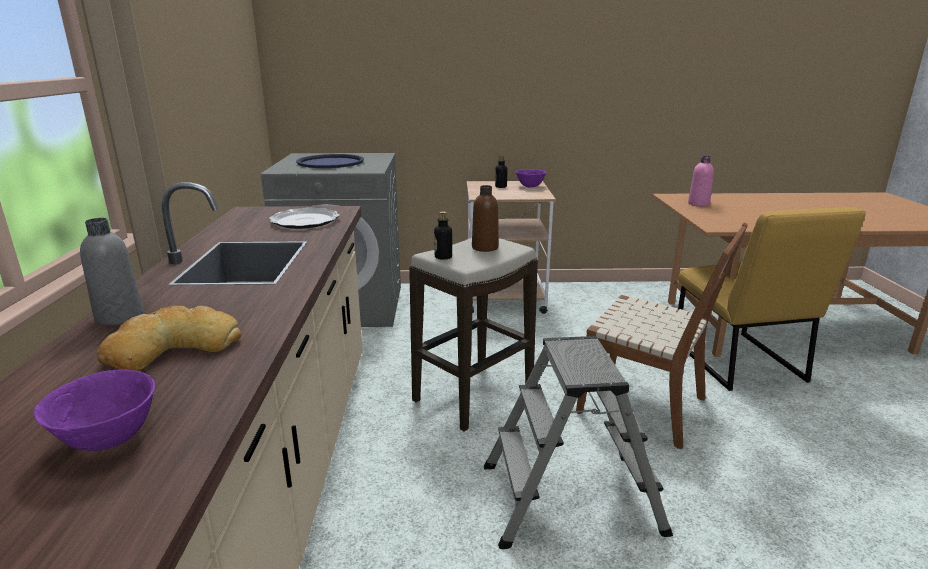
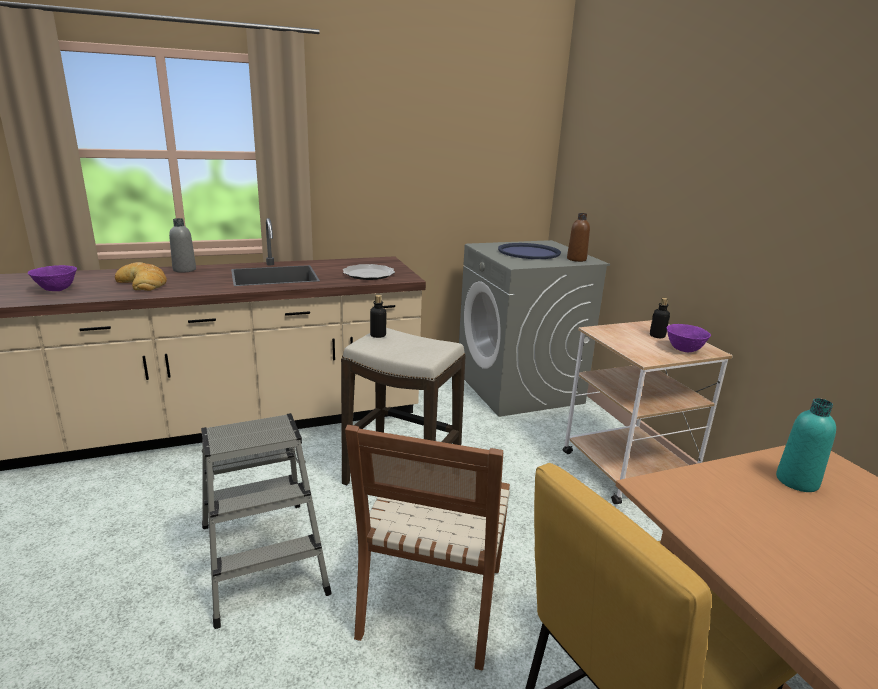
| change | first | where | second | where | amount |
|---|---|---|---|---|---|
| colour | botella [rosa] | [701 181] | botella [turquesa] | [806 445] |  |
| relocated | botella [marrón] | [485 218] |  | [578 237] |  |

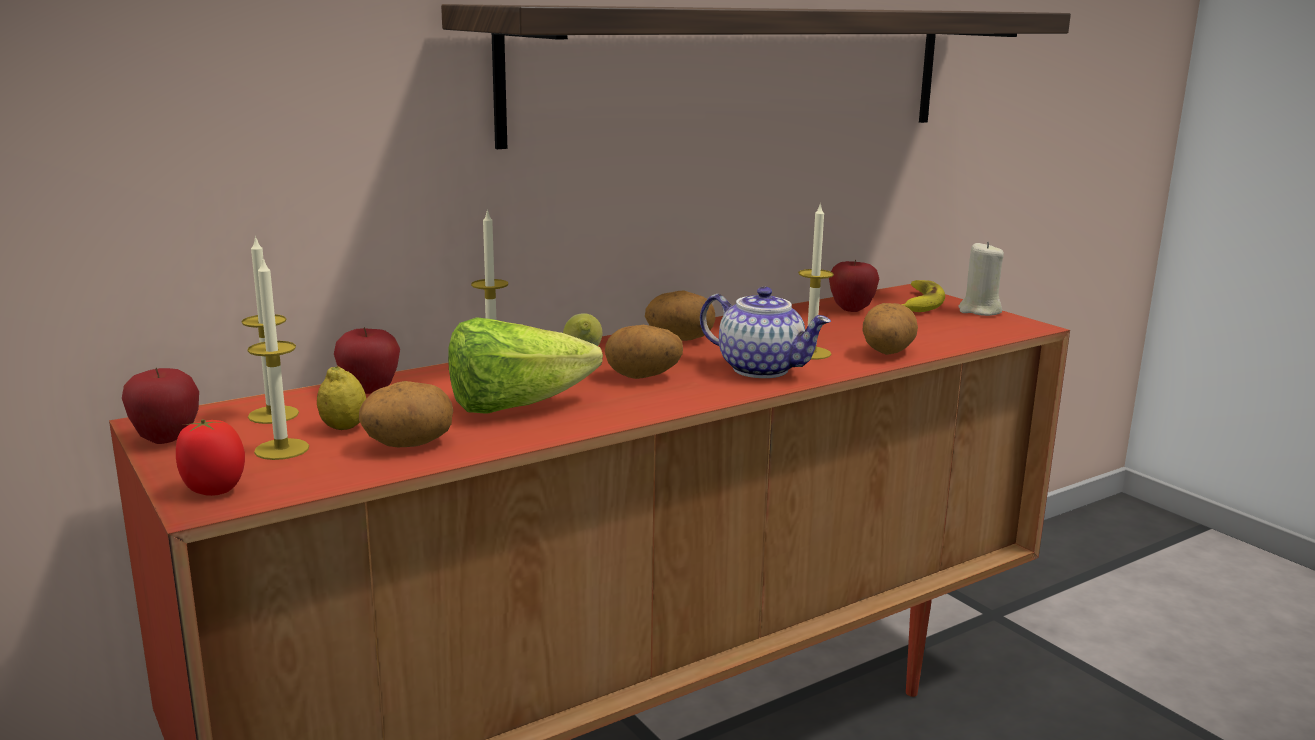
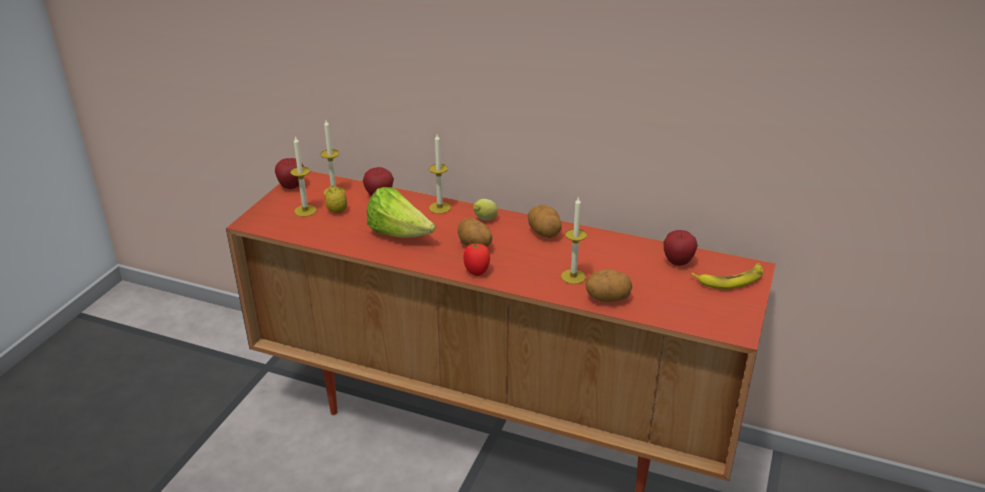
| change | first | where | second | where | amount |
|---|---|---|---|---|---|
| missing | estante | [756 76] |  |  |  |
| missing | vela [beis] | [981 278] |  |  |  |
| missing | tetera | [765 332] |  |  |  |
| missing | patata | [406 414] |  |  |  |
| relocated | tomate | [210 457] |  | [477 259] |  |

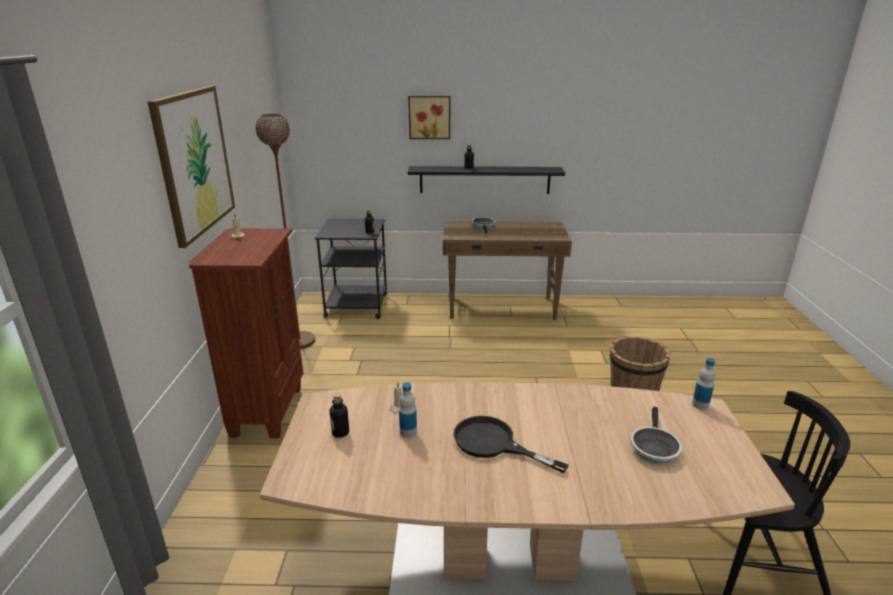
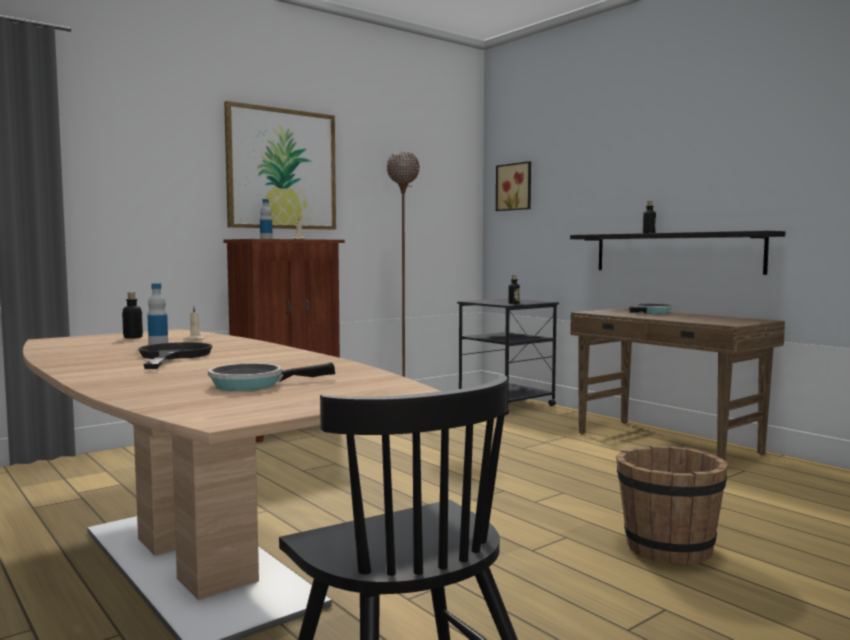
| change | first | where | second | where | amount |
|---|---|---|---|---|---|
| relocated | cuadro | [429 117] |  | [513 186] |  |
| relocated | botella | [704 384] |  | [266 219] |  |

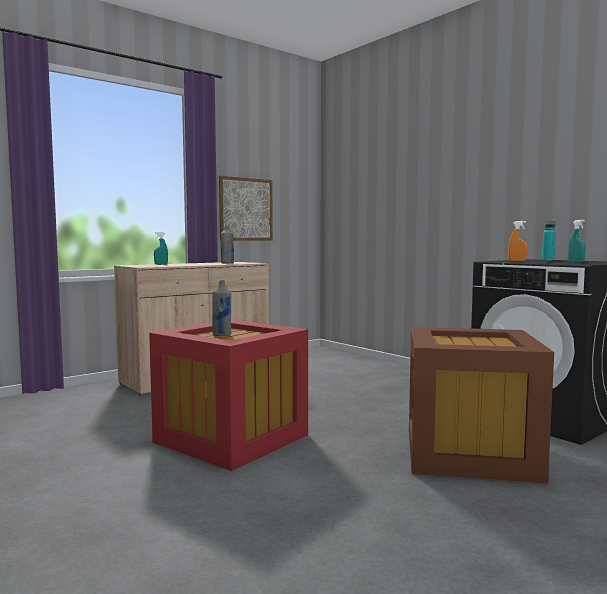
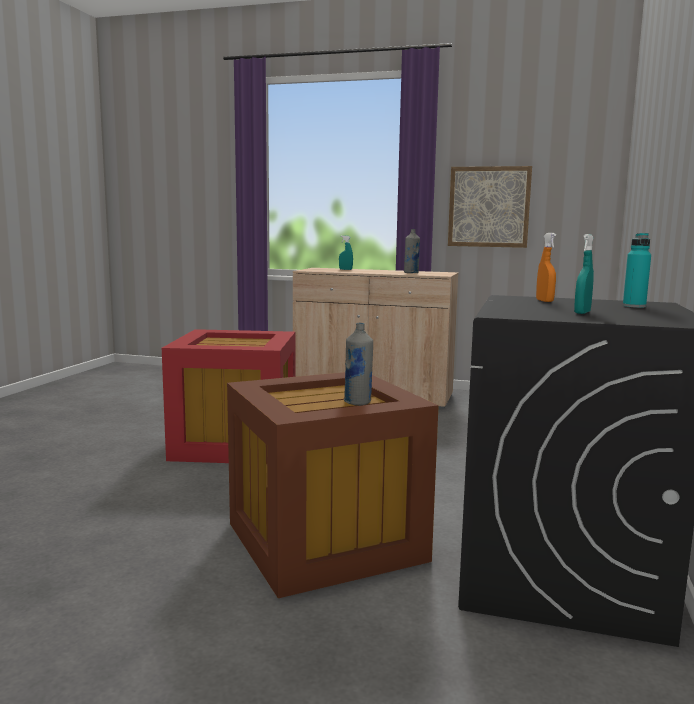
| change | first | where | second | where | amount |
|---|---|---|---|---|---|
| relocated | botella [gris] | [221 308] |  | [358 364] |  |

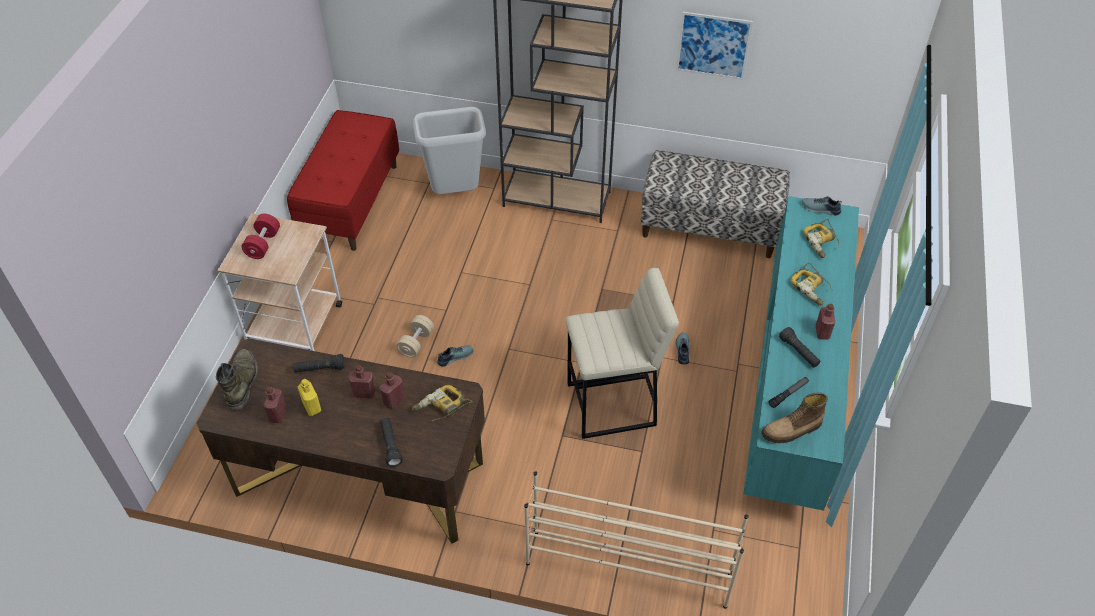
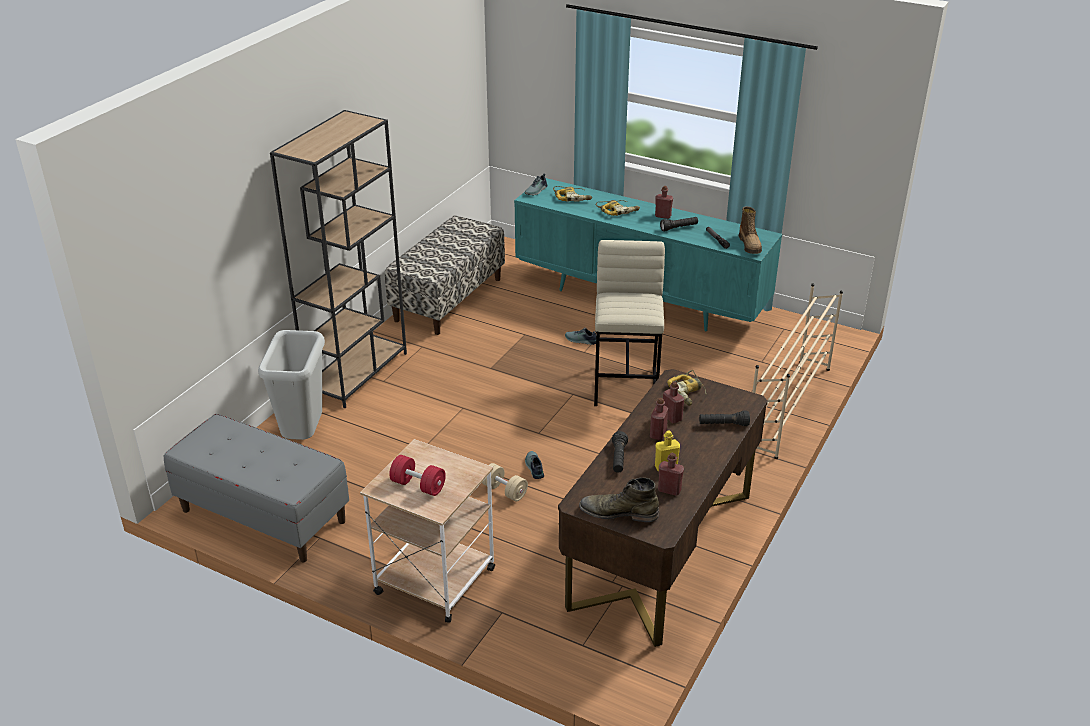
| change | first | where | second | where | amount |
|---|---|---|---|---|---|
| missing | cuadro | [714 46] |  |  |  |
| colour | banco [rojo] | [343 180] | banco [gris] | [256 488] |  |

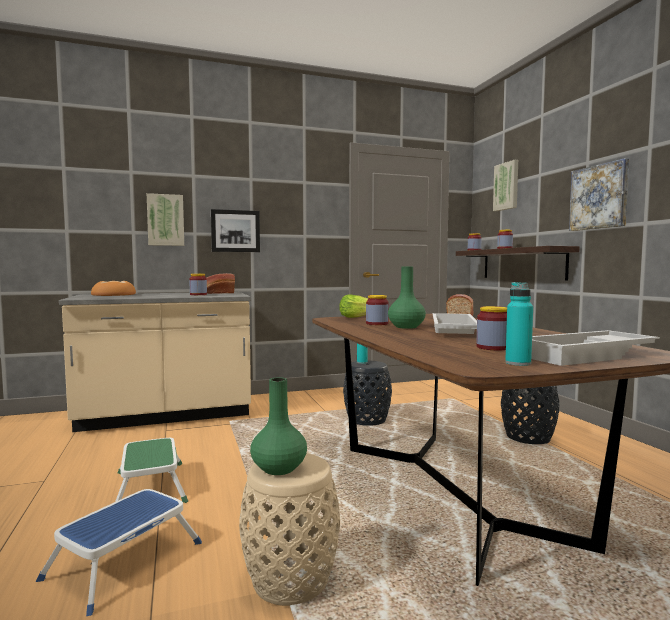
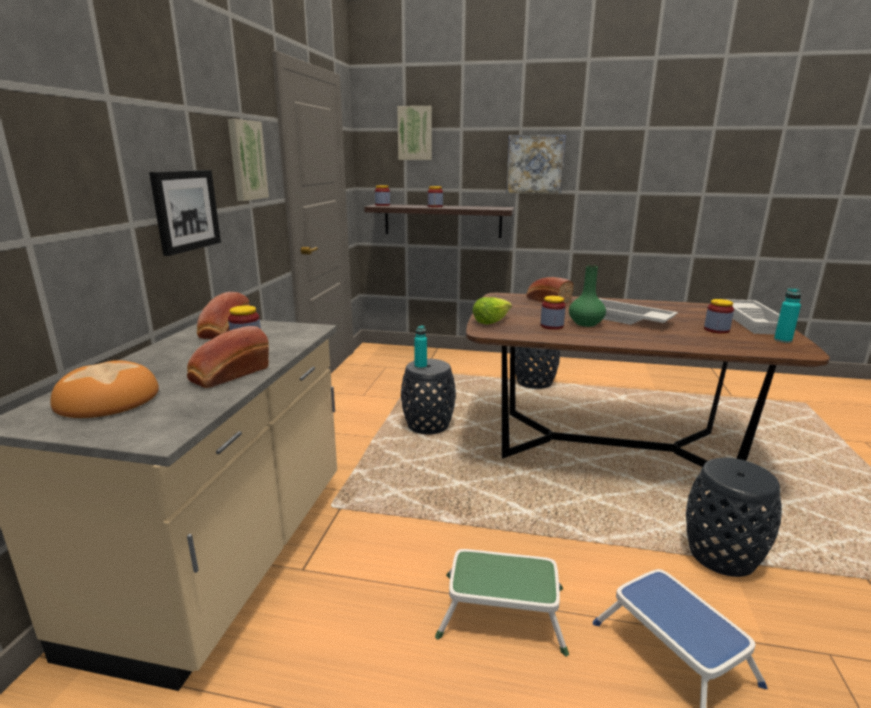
| change | first | where | second | where | amount |
|---|---|---|---|---|---|
| relocated | cuadro | [165 219] |  | [248 160] |  |
| missing | florero [verde] | [278 426] |  |  |  |
| colour | taburete [beis] | [289 529] | taburete [negro] | [734 517] |  |
| appeared |  |  | pan | [228 357] |  |

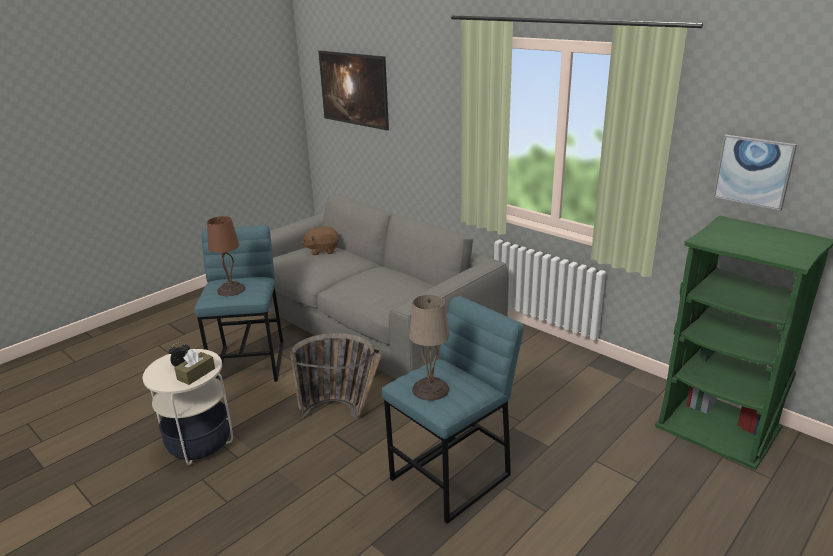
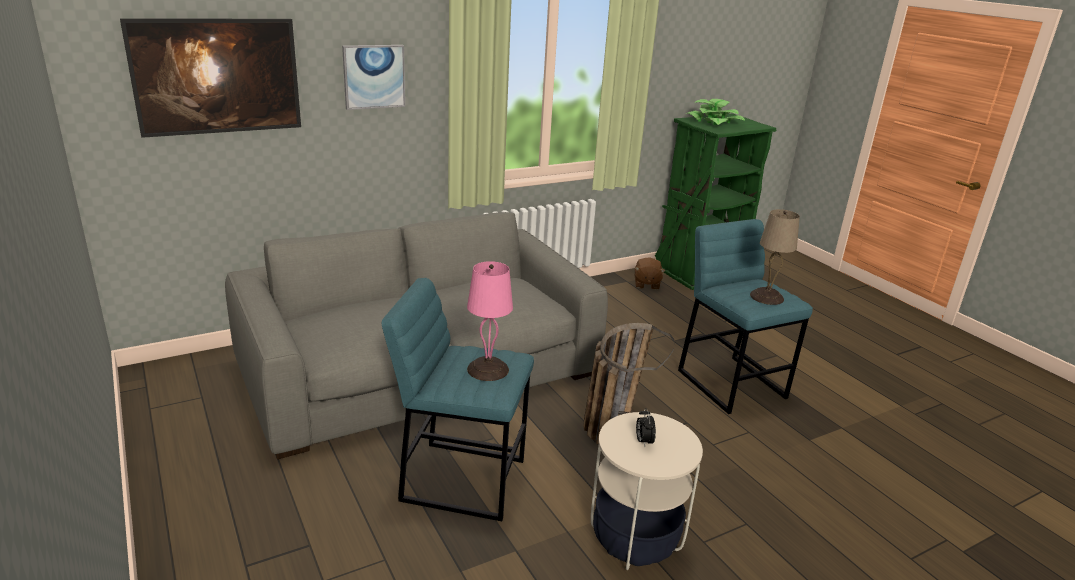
| change | first | where | second | where | amount |
|---|---|---|---|---|---|
| relocated | cuadro | [755 173] |  | [373 77] |  |
| colour | lámpara de mesa [marrón] | [226 256] | lámpara de mesa [rosa] | [490 321] |  |
| relocated | peluche [marrón] | [320 240] |  | [650 273] |  |
| missing | caja de pañuelos [marrón] | [194 367] |  |  |  |
| appeared |  |  | planta en maceta | [715 112] |  |

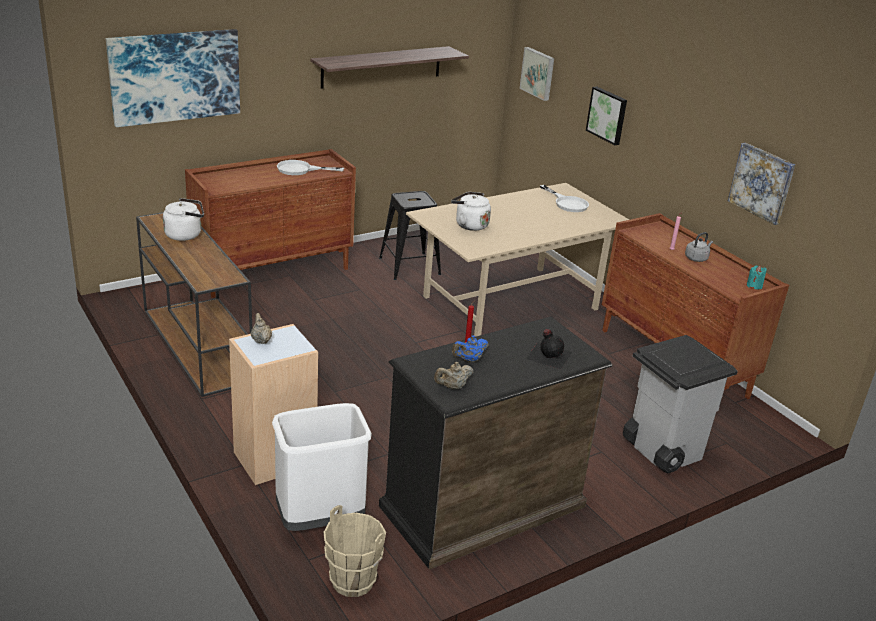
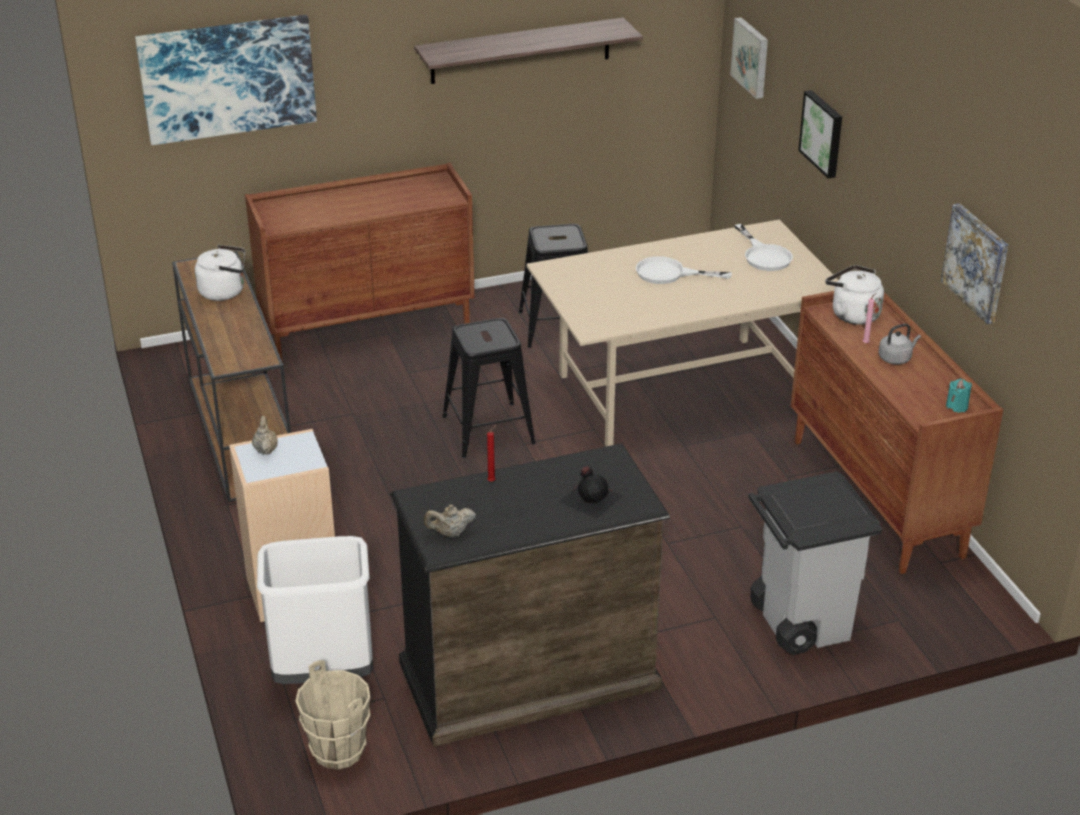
| change | first | where | second | where | amount |
|---|---|---|---|---|---|
| relocated | sartén [blanco] | [310 167] |  | [684 270] |  |
| relocated | hervidor [blanco] | [471 211] |  | [855 295] |  |
| missing | tetera [azul] | [470 349] |  |  |  |
| appeared |  |  | taburete [negro] | [489 388] |  |

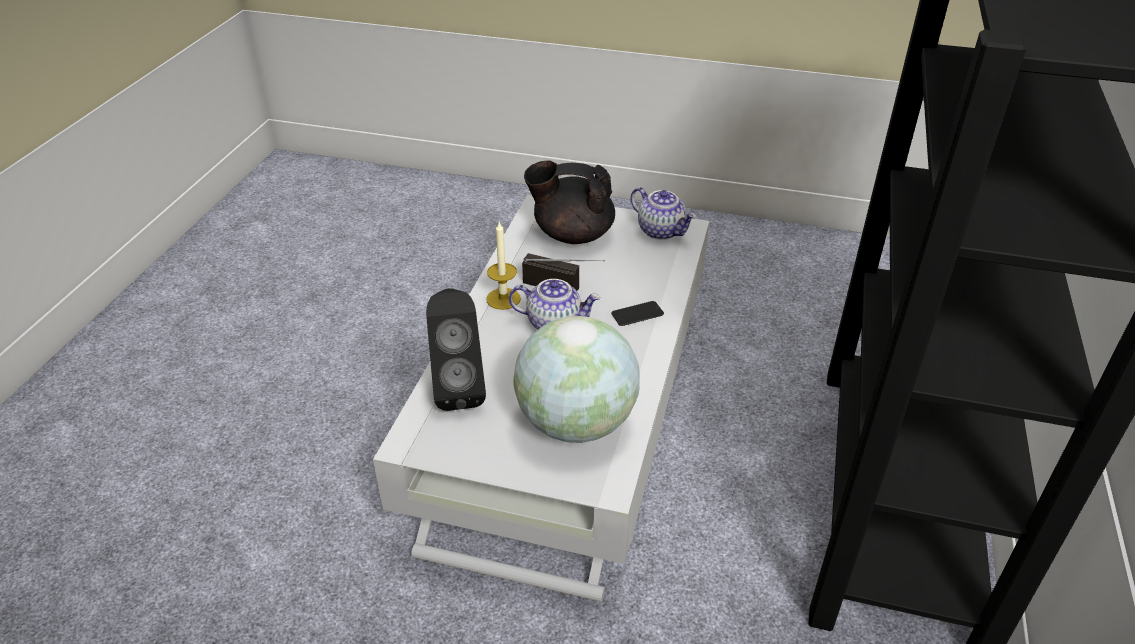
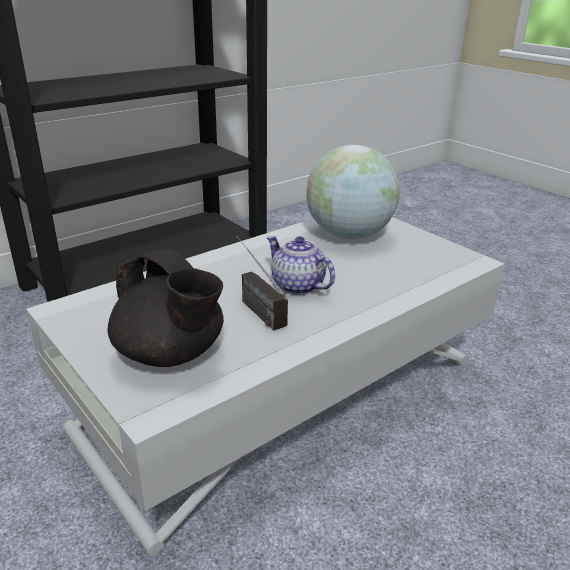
| change | first | where | second | where | amount |
|---|---|---|---|---|---|
| missing | tetera | [663 213] |  |  |  |
| missing | vela | [503 266] |  |  |  |
| missing | altavoz [negro] | [456 349] |  |  |  |
| missing | móvil | [637 313] |  |  |  |

